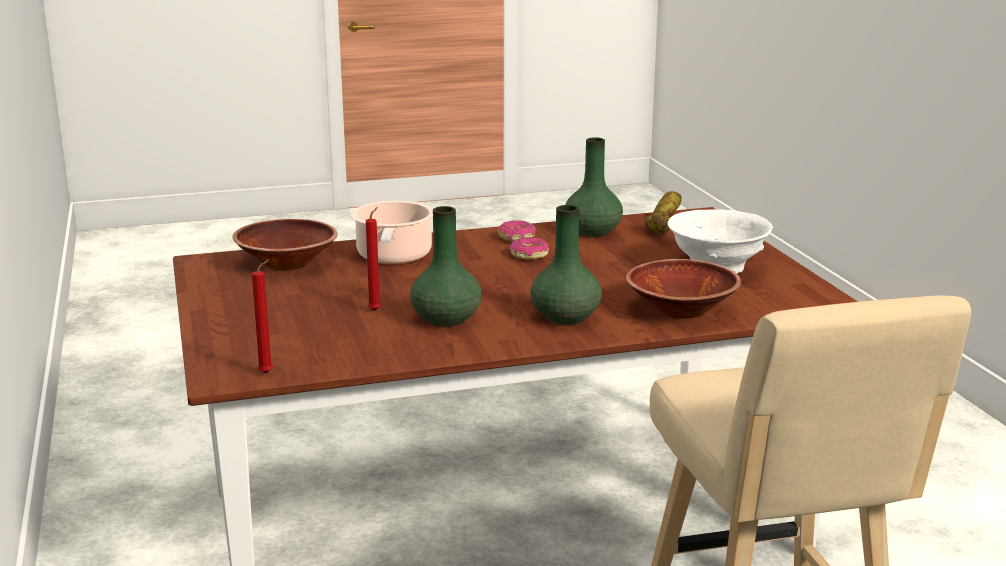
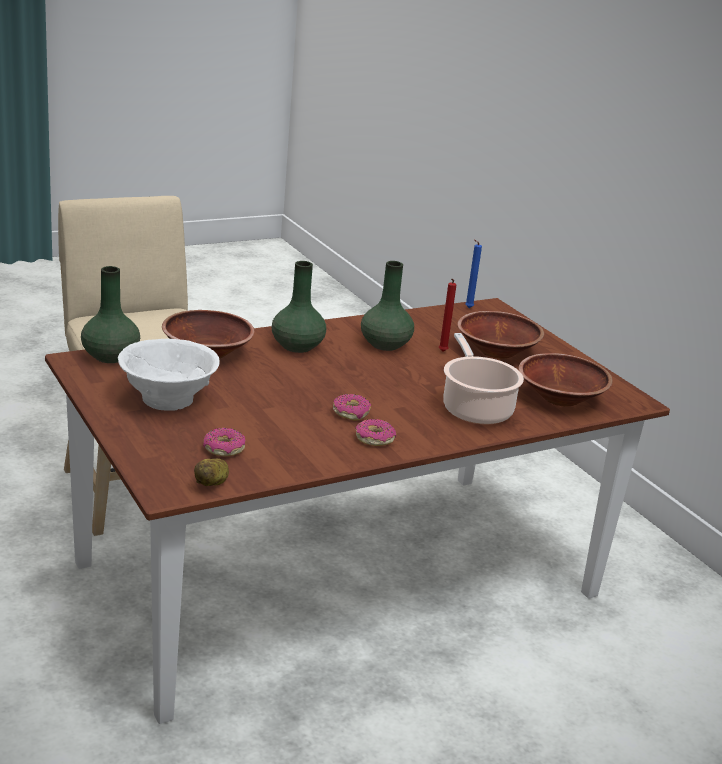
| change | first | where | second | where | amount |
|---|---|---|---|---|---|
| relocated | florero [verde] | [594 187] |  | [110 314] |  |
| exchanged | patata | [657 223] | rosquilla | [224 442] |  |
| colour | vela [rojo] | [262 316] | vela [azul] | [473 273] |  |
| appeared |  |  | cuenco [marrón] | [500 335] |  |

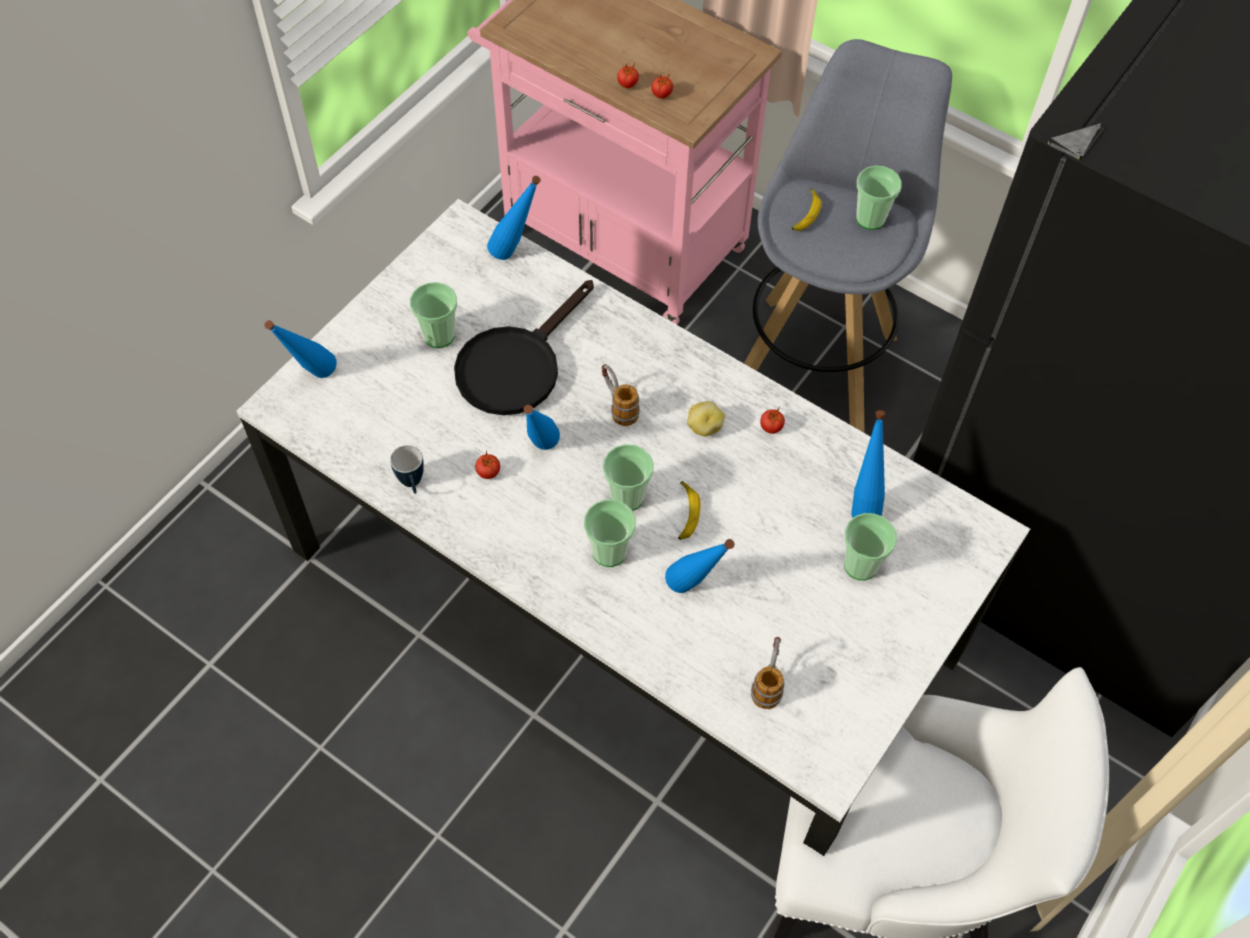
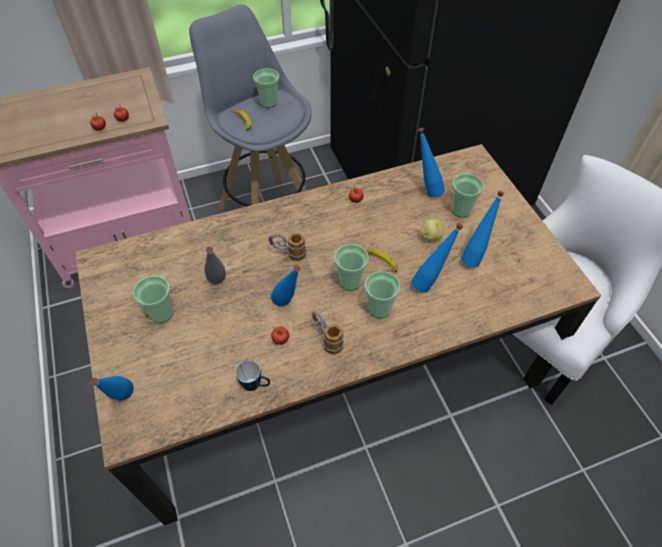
| change | first | where | second | where | amount |
|---|---|---|---|---|---|
| relocated | botella [azul] | [514 218] |  | [482 229] |  |
| colour | mesa de comedor [blanco] | [633 527] | mesa de comedor [marrón] | [338 335] |  |
| exchanged | sartén [negro] | [524 347] | botella [gris] | [215 265] |  |
| relocated | patata | [706 418] |  | [431 230] |  |
| relocated | taza grande | [768 673] |  | [328 332] |  |

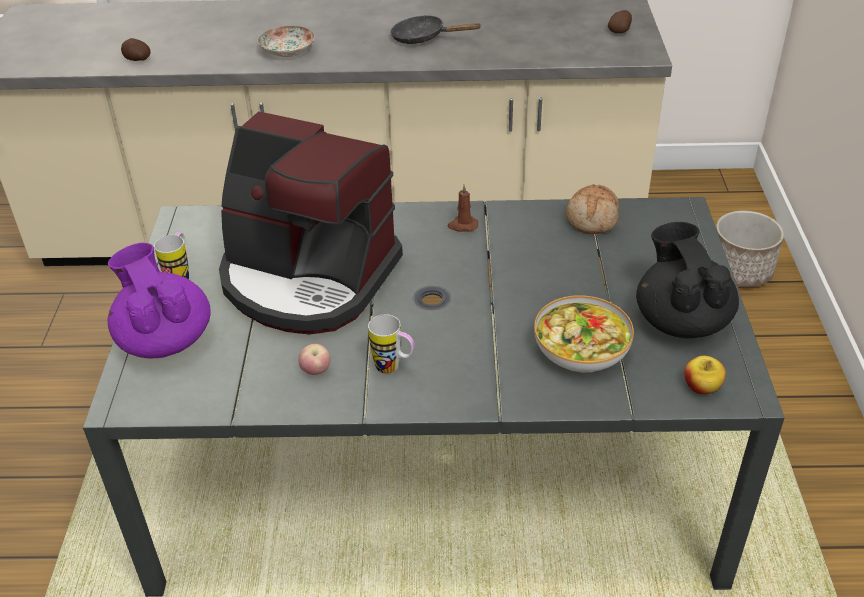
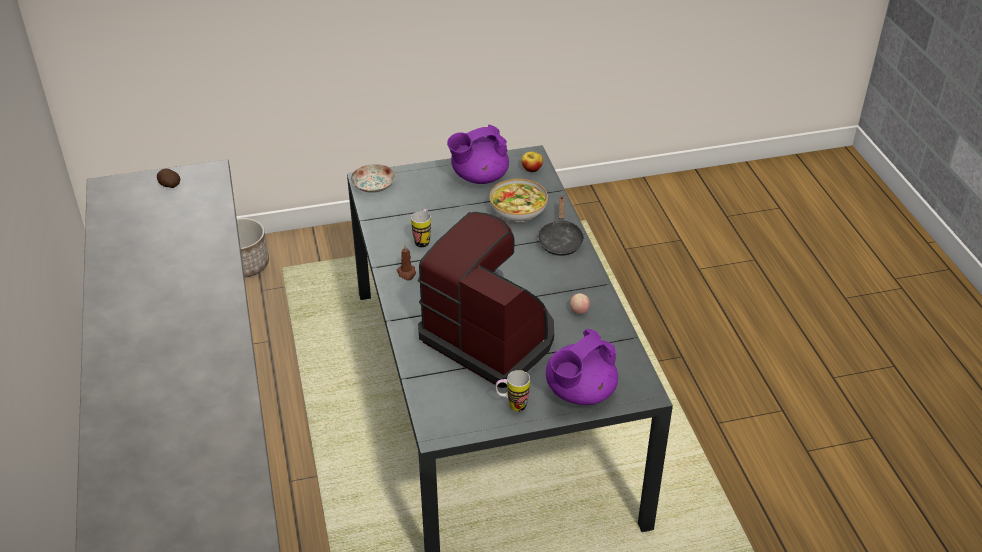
| change | first | where | second | where | amount |
|---|---|---|---|---|---|
| relocated | sartén [negro] | [436 29] |  | [561 226] |  |
| relocated | plato | [286 41] |  | [373 178] |  |
| missing | patata | [136 49] |  |  |  |
| spun | cafetera | [311 223] |  | [486 300] | 60 degrees counterclockwise |
| missing | pan | [592 209] |  |  |  |
| colour | tetera [negro] | [687 280] | tetera [morado] | [478 154] |  |
| relocated | taza grande | [391 344] |  | [421 228] |  |

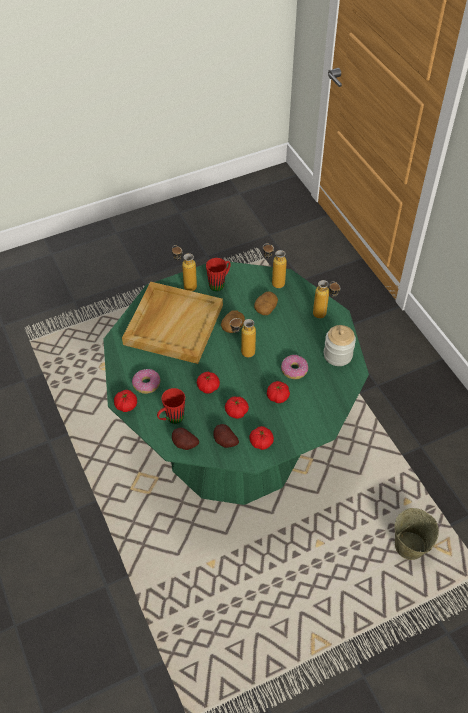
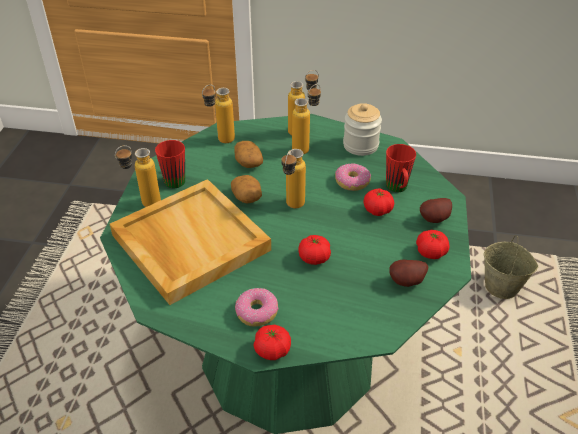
| change | first | where | second | where | amount |
|---|---|---|---|---|---|
| relocated | taza grande [rojo] | [171 406] |  | [401 168] |  |
| missing | tomate | [237 407] |  |  |  |
| relocated | patata | [185 439] |  | [436 210] |  |
| appeared |  |  | botella | [306 119] |  |

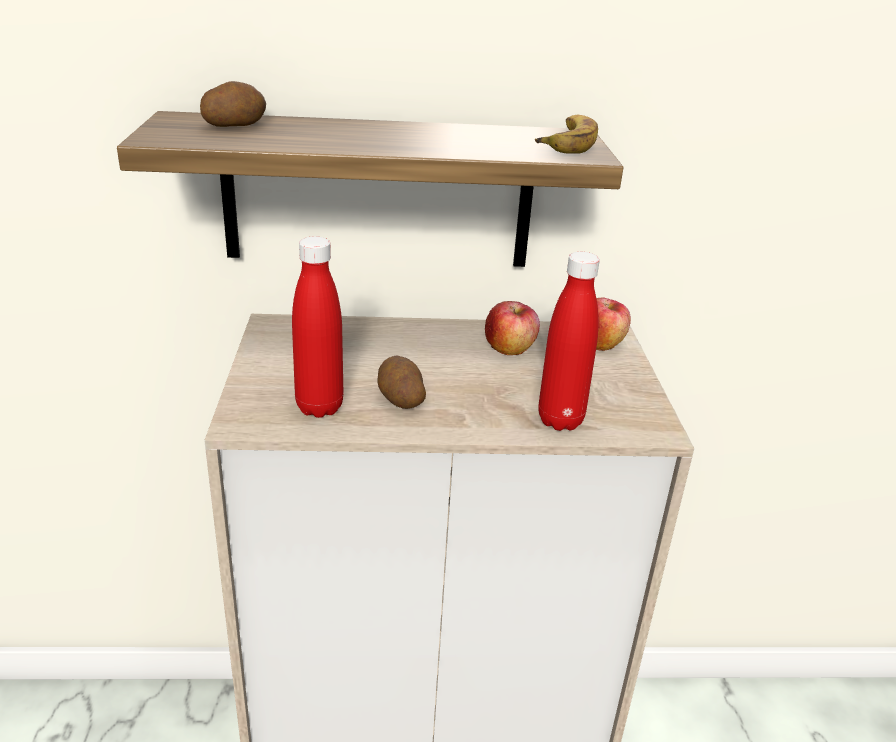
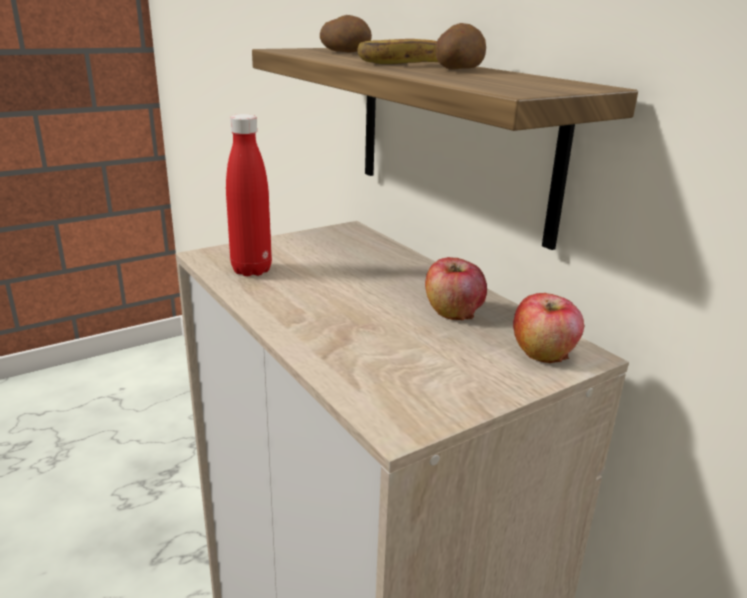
| change | first | where | second | where | amount |
|---|---|---|---|---|---|
| relocated | plátano | [566 134] |  | [397 51] |  |
| missing | botella [rojo] | [569 341] |  |  |  |
| relocated | patata | [402 382] |  | [461 46] |  |

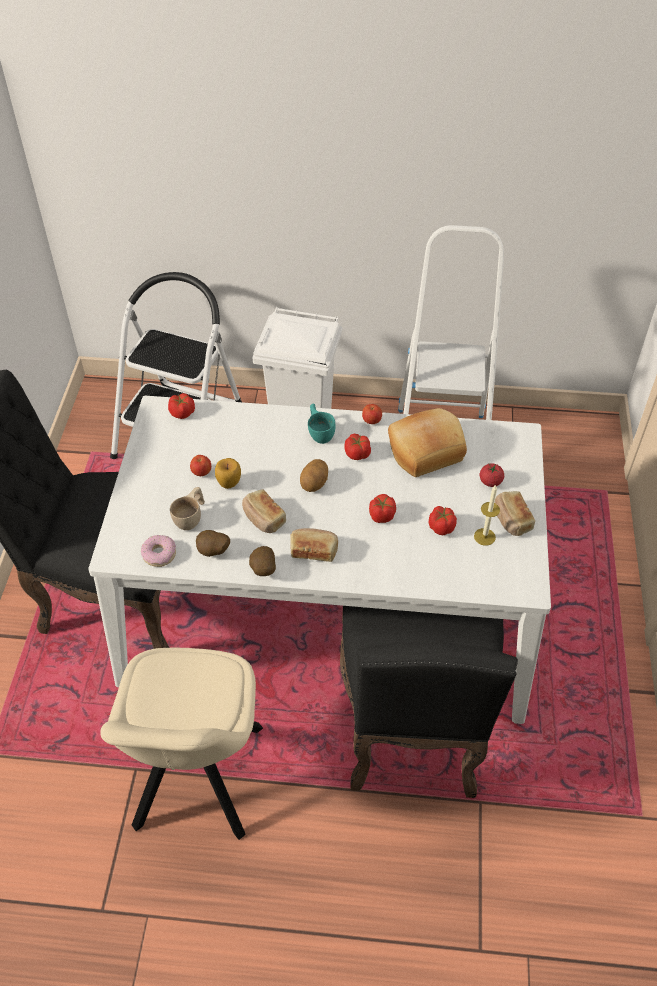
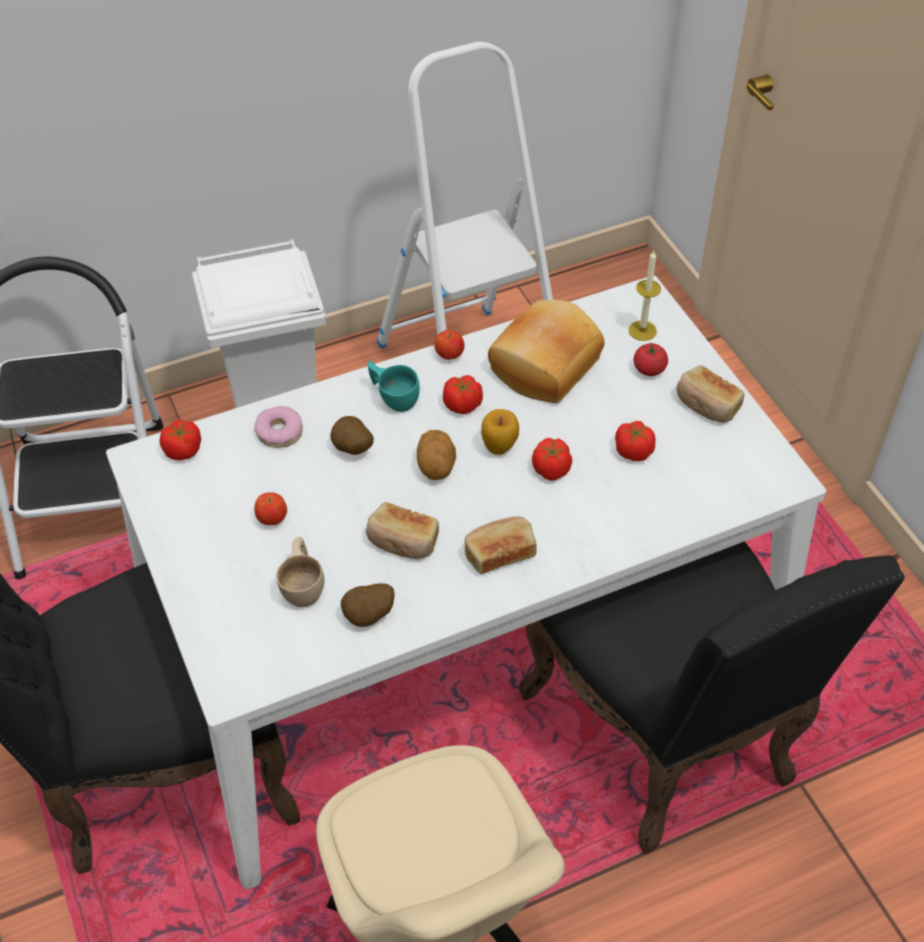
| change | first | where | second | where | amount |
|---|---|---|---|---|---|
| relocated | manzana | [228 473] |  | [500 432] |  |
| relocated | vela | [487 515] |  | [644 296] |  |
| relocated | rosquilla | [158 551] |  | [278 427] |  |
| relocated | patata | [262 561] |  | [352 435] |  |

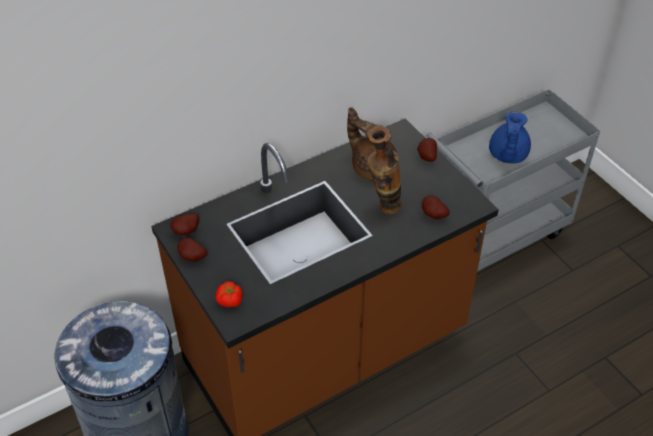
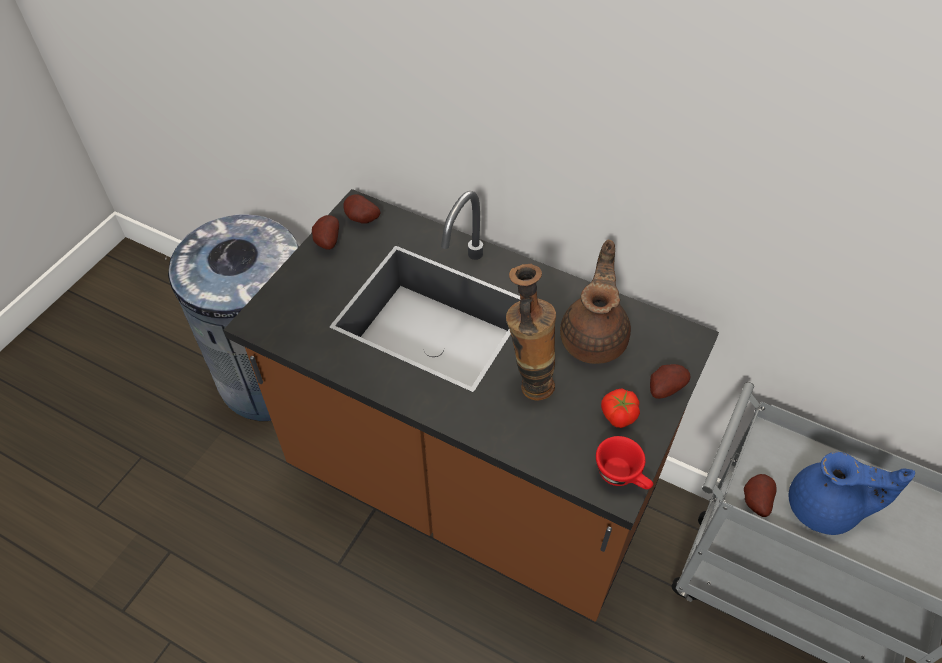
| change | first | where | second | where | amount |
|---|---|---|---|---|---|
| spun | tetera [azul] | [510 137] |  | [852 493] | 150 degrees counterclockwise |
| relocated | patata | [436 207] |  | [760 495] |  |
| relocated | tomate | [229 294] |  | [620 408] |  |
| appeared |  |  | taza [rojo] | [624 462] |  |

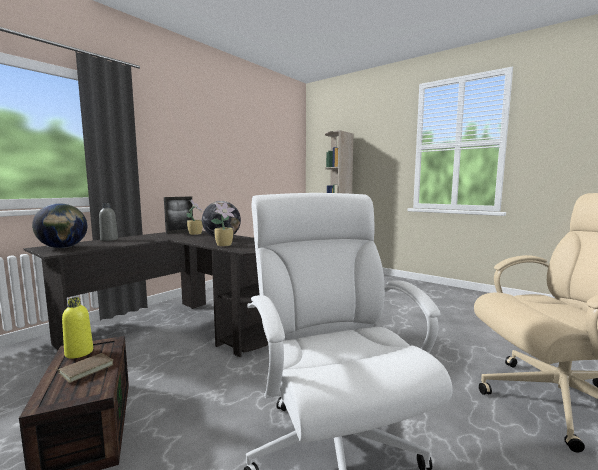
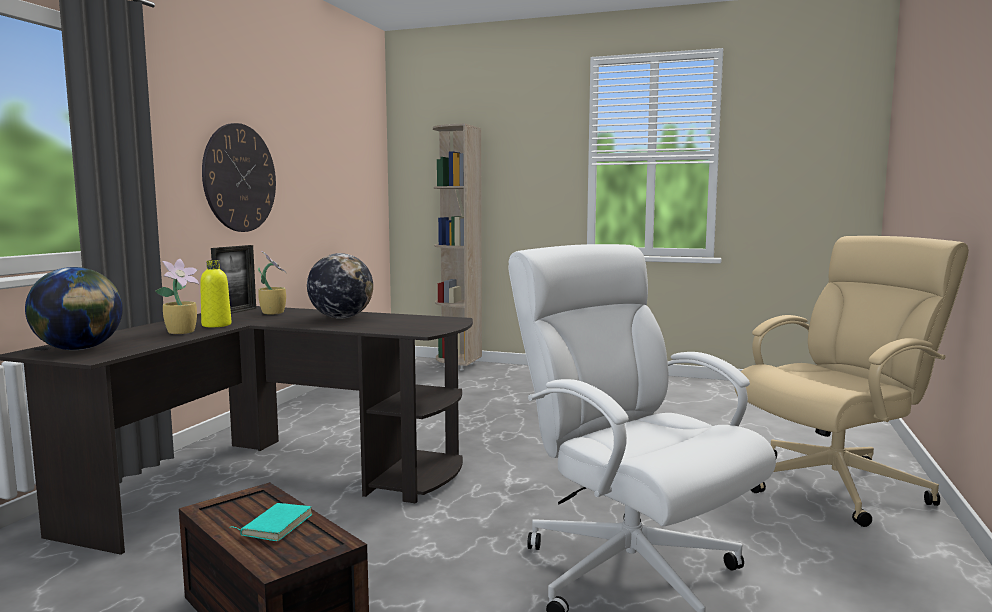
| change | first | where | second | where | amount |
|---|---|---|---|---|---|
| relocated | planta en maceta | [223 224] |  | [177 296] |  |
| missing | botella [gris] | [108 222] |  |  |  |
| relocated | botella [amarillo] | [77 328] |  | [215 293] |  |
| colour | libro [marrón] | [84 368] | libro [turquesa] | [270 522] |  |
| appeared |  |  | reloj de pared | [239 177] |  |

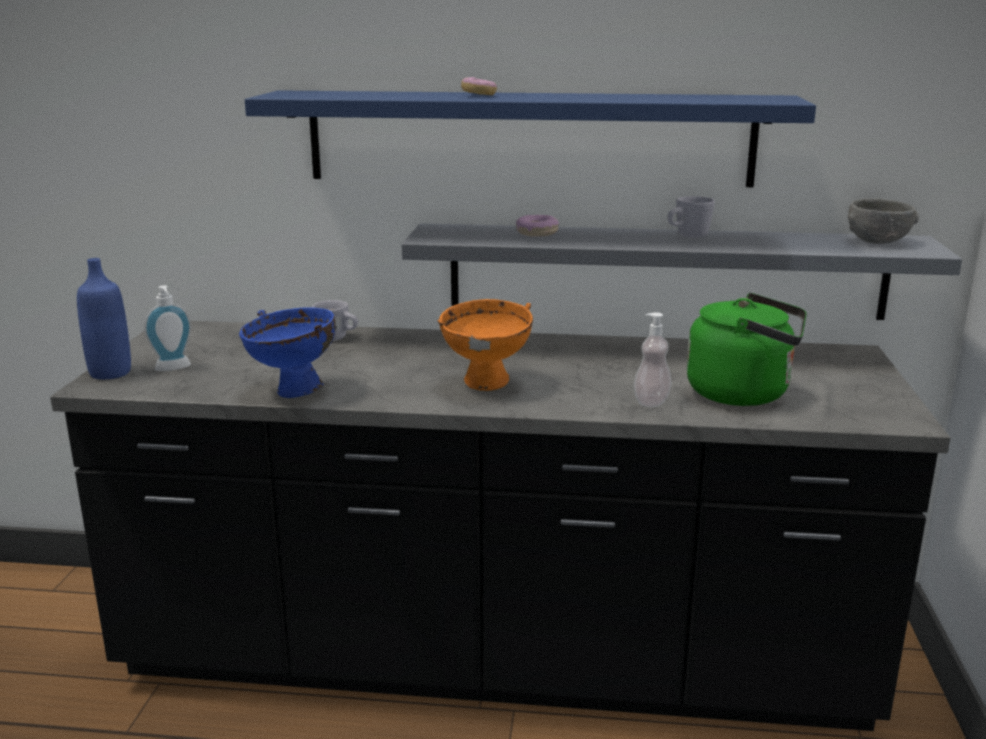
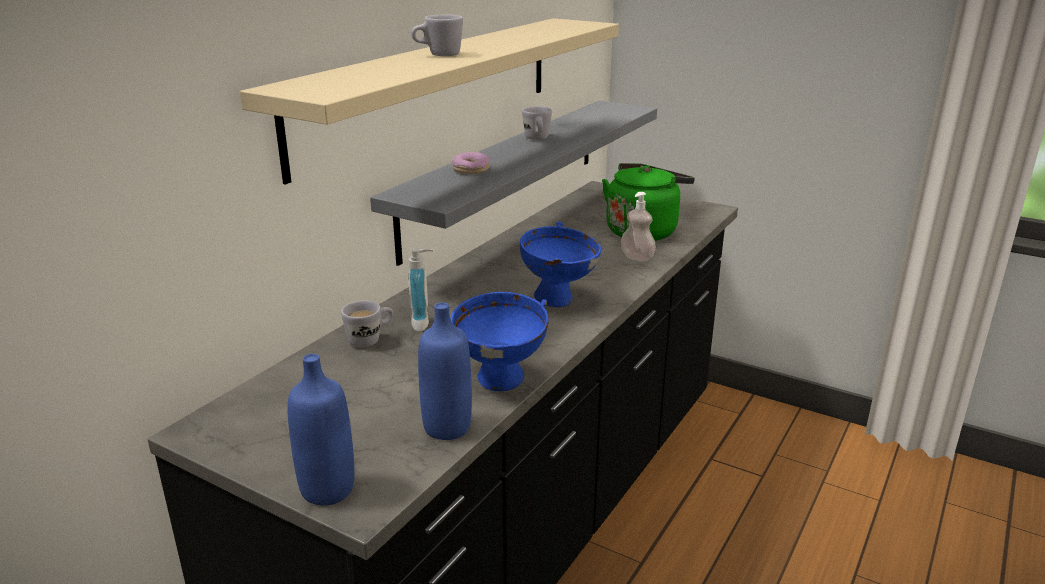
| change | first | where | second | where | amount |
|---|---|---|---|---|---|
| exchanged | rosquilla | [479 86] | taza grande [blanco] | [437 35] |  |
| colour | estante [azul] | [530 138] | estante [beis] | [429 101] |  |
| missing | cuenco [gris] | [883 221] |  |  |  |
| relocated | dispensador de jabón | [167 328] |  | [420 290] |  |
| colour | cuenco [naranja] | [485 345] | cuenco [azul] | [560 264] |  |
| appeared |  |  | botella [azul] | [445 371] |  |

